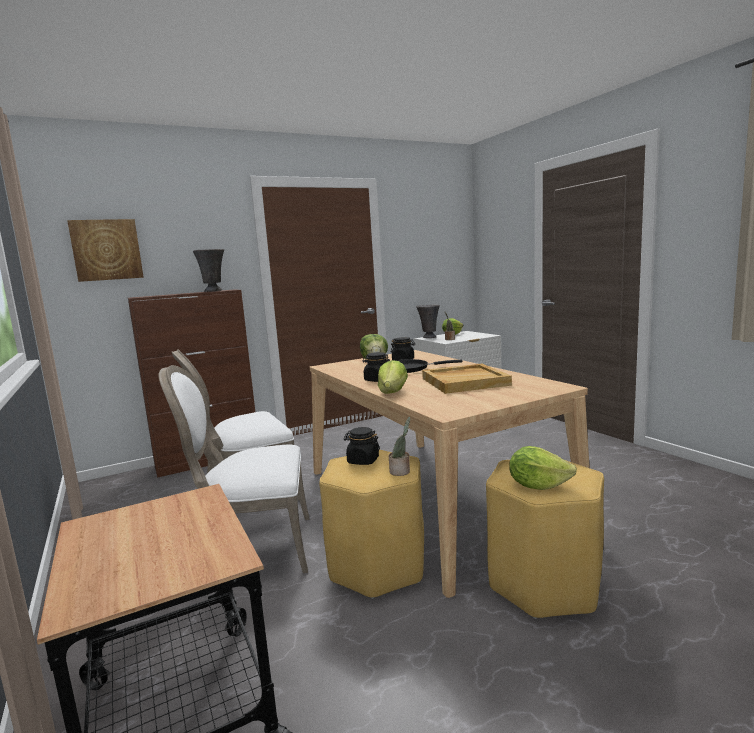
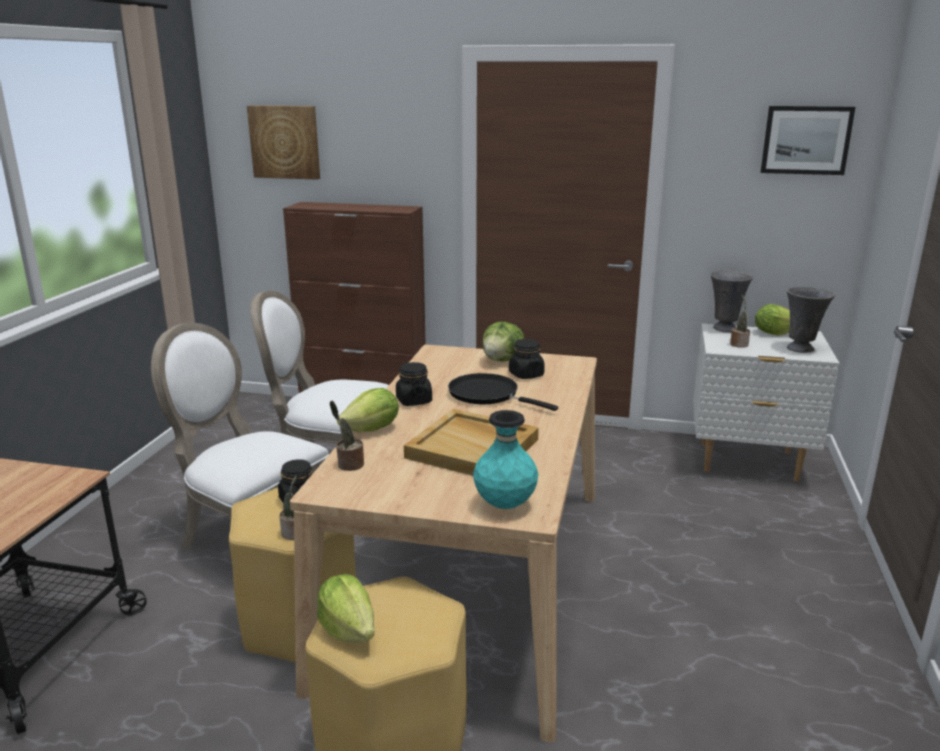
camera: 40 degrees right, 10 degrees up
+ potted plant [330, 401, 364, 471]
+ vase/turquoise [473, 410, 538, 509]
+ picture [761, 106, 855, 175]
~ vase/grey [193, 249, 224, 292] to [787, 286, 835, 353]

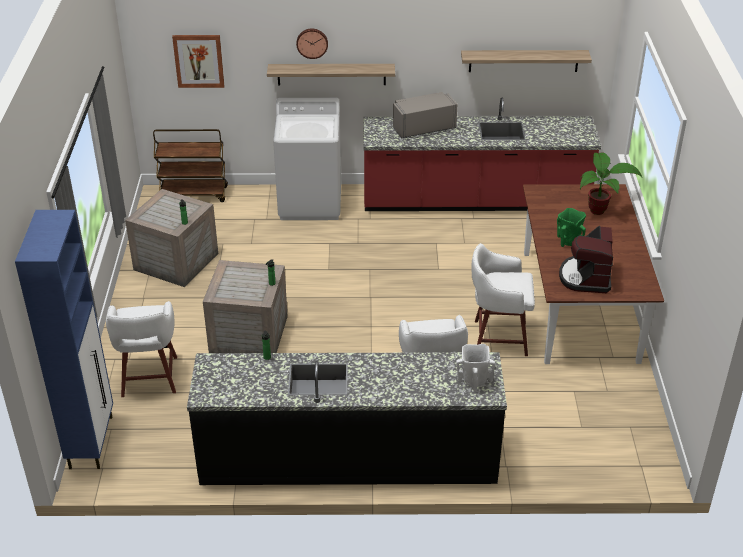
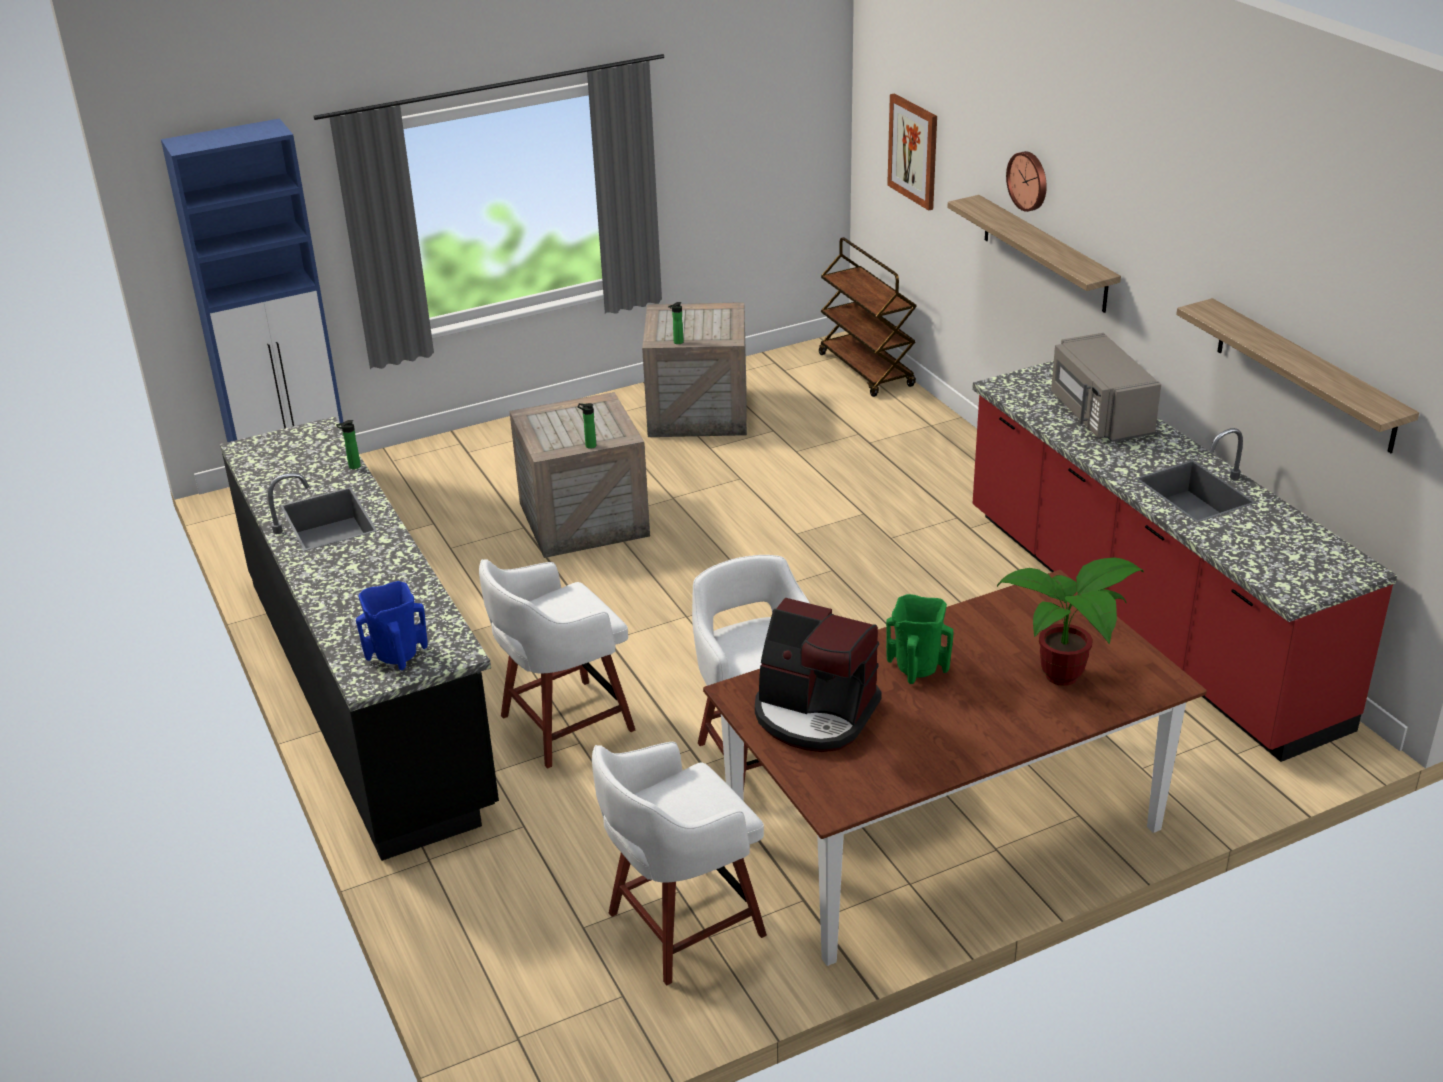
camera: 65 degrees right, 5 degrees down
~ vase/white-coloured [456, 344, 495, 391] to vase/bluish [356, 581, 428, 670]
~ stool seat/white-coloured [106, 301, 177, 397] to [592, 742, 767, 985]
~ coffee brewer [559, 226, 613, 293] = [755, 598, 882, 752] 135 degrees counterclockwise
~ microwave/grey [393, 92, 458, 138] = [1051, 333, 1161, 442] 150 degrees counterclockwise
- laundry machine/white-coloured [273, 98, 341, 220]

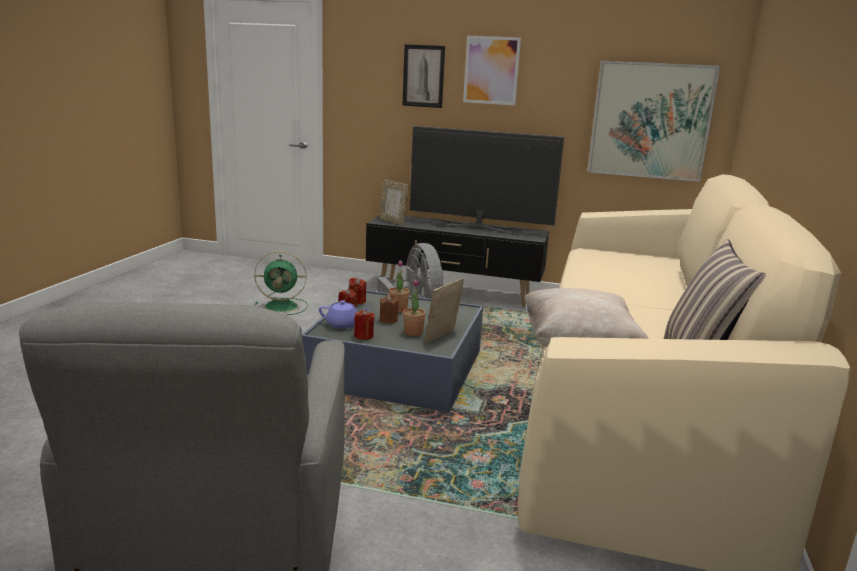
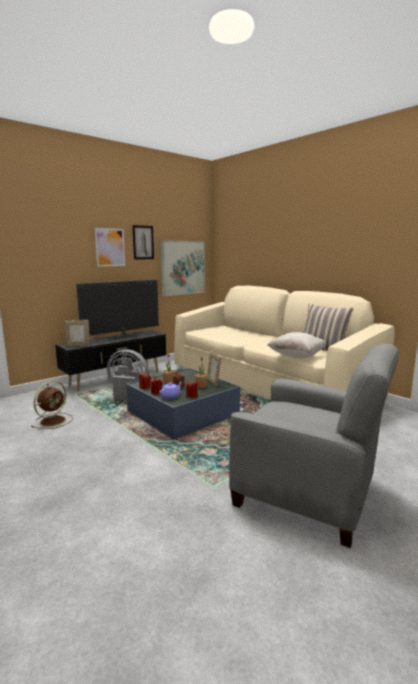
camera: 55 degrees left, 5 degrees down
~ cooling fan/greenish [254, 251, 307, 315] to cooling fan/brown-coloured [32, 381, 73, 429]
~ picture [402, 44, 445, 108] to [132, 225, 154, 260]

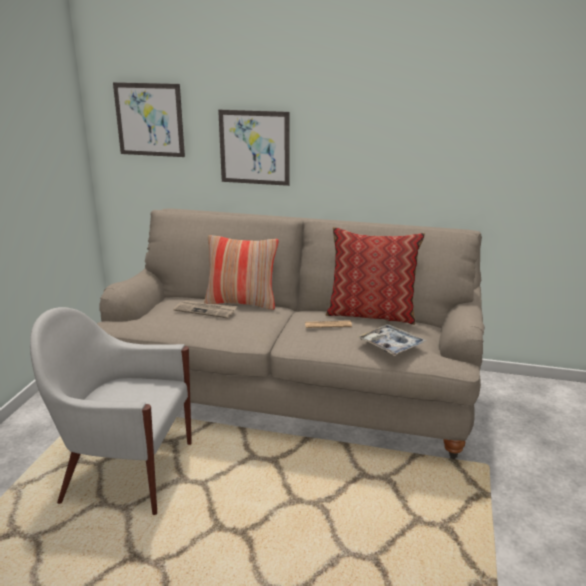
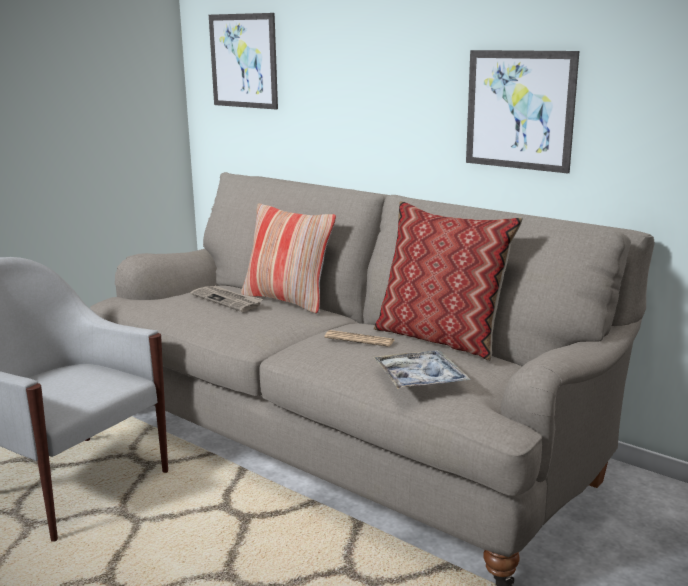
camera: 25 degrees right, 5 degrees down
~ picture [218, 110, 290, 186] to [466, 50, 579, 173]

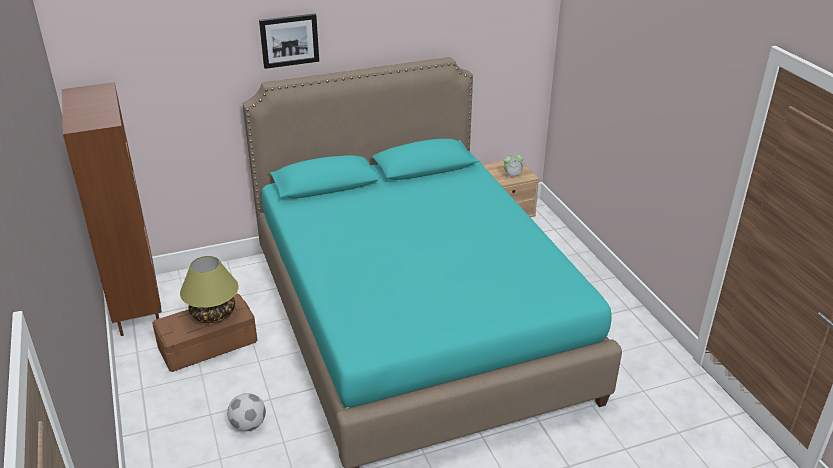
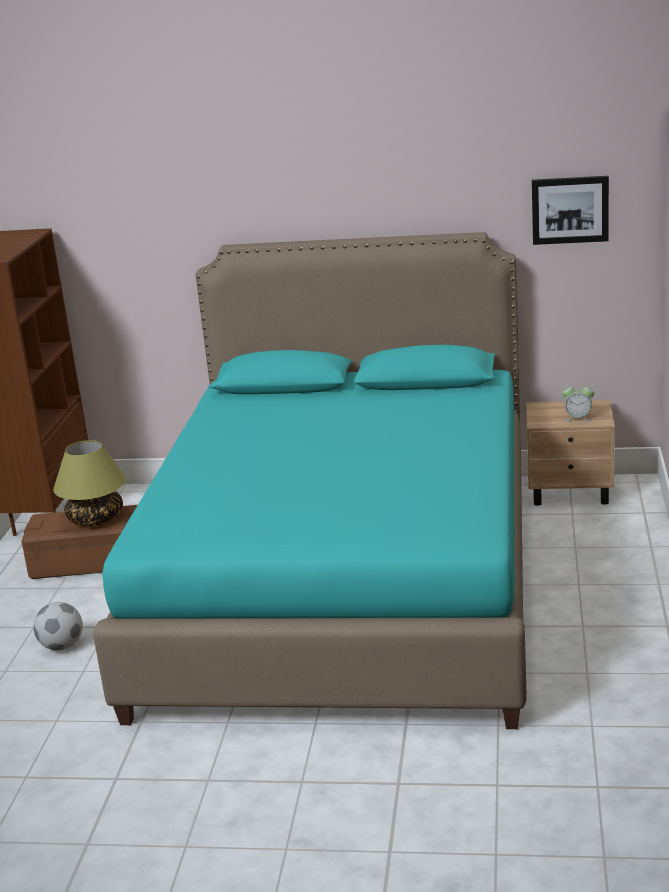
camera: 30 degrees right, 10 degrees down
~ picture [259, 13, 319, 69] to [532, 176, 609, 245]

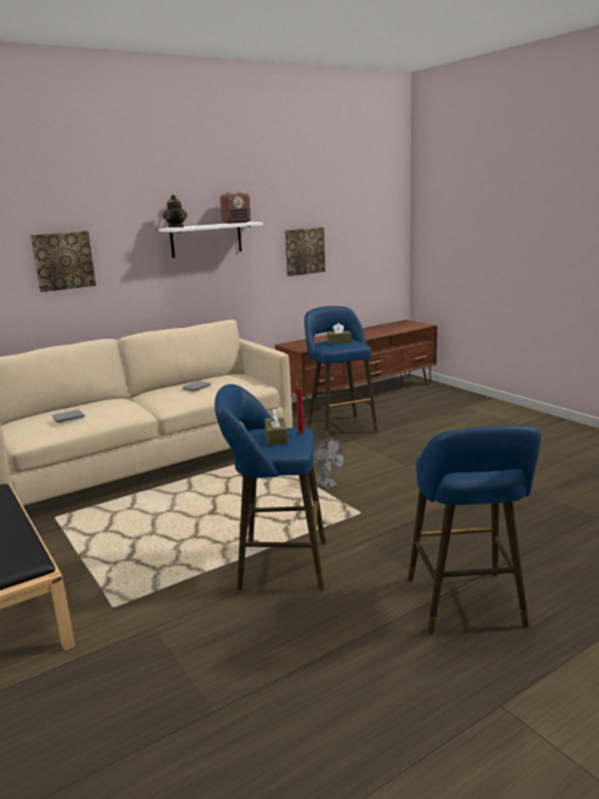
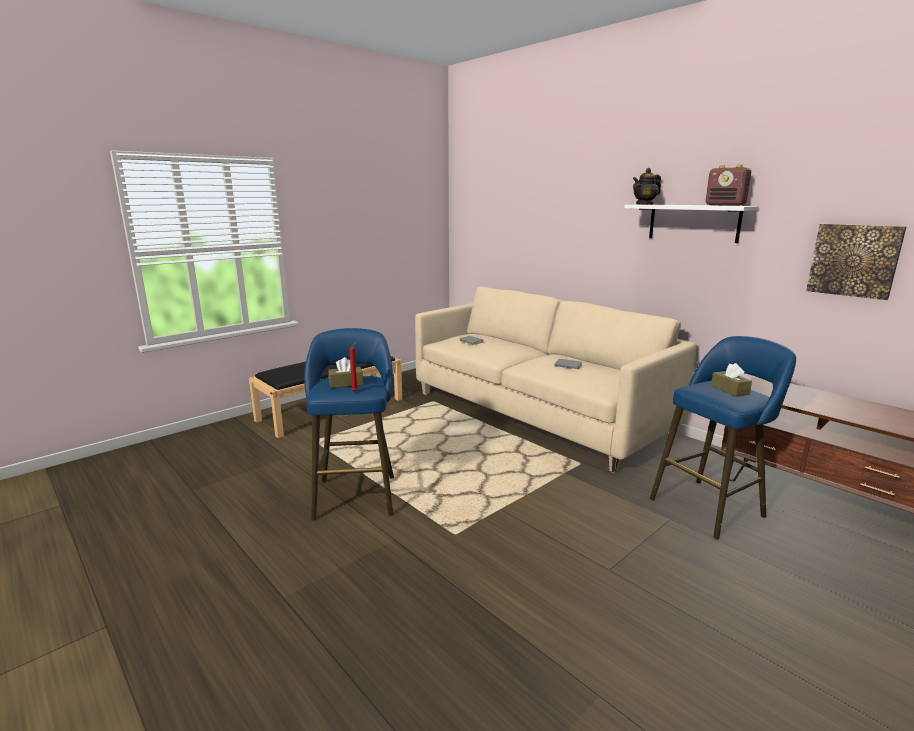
camera: 80 degrees right, 0 degrees up
- picture [30, 231, 96, 292]
- cooling fan/grey [314, 438, 345, 489]
- stool seat/bluish [408, 426, 541, 635]

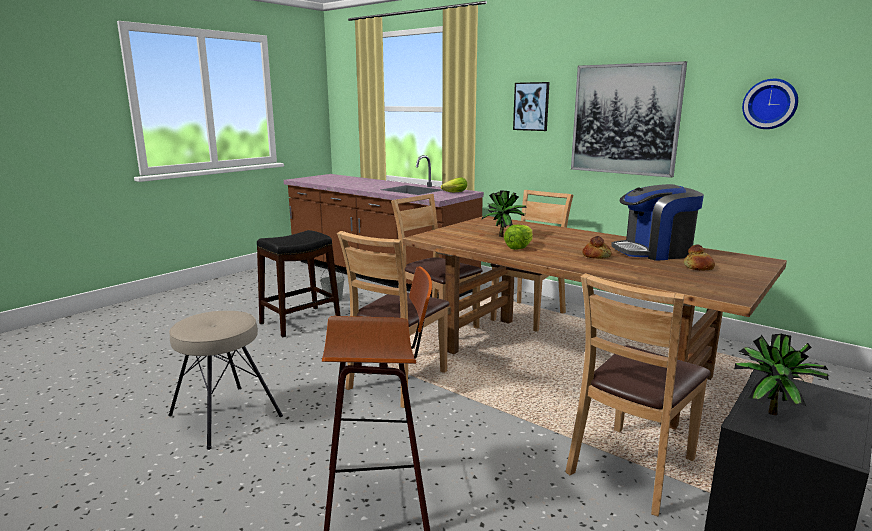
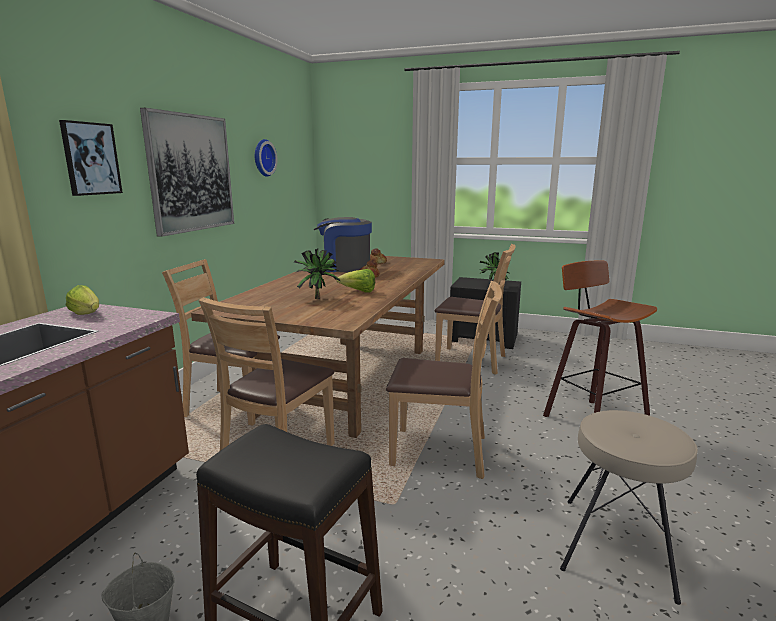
camera: 110 degrees left, 0 degrees up
~ coffee brewer [611, 184, 704, 261] = [314, 217, 372, 272] 135 degrees clockwise

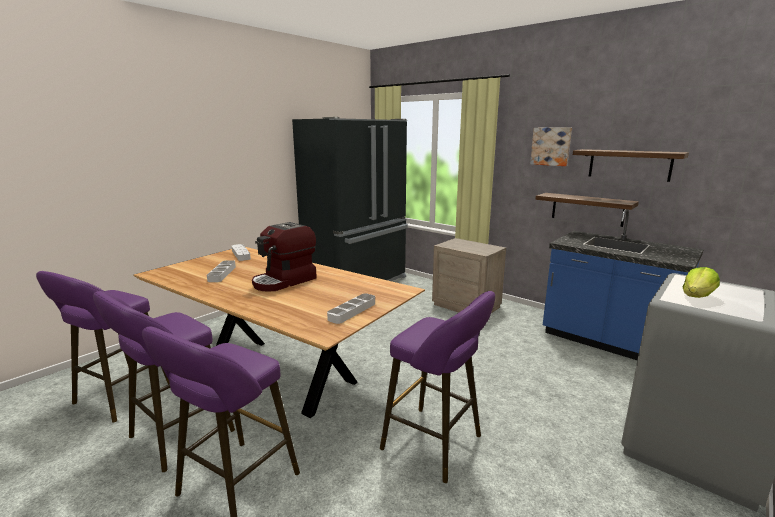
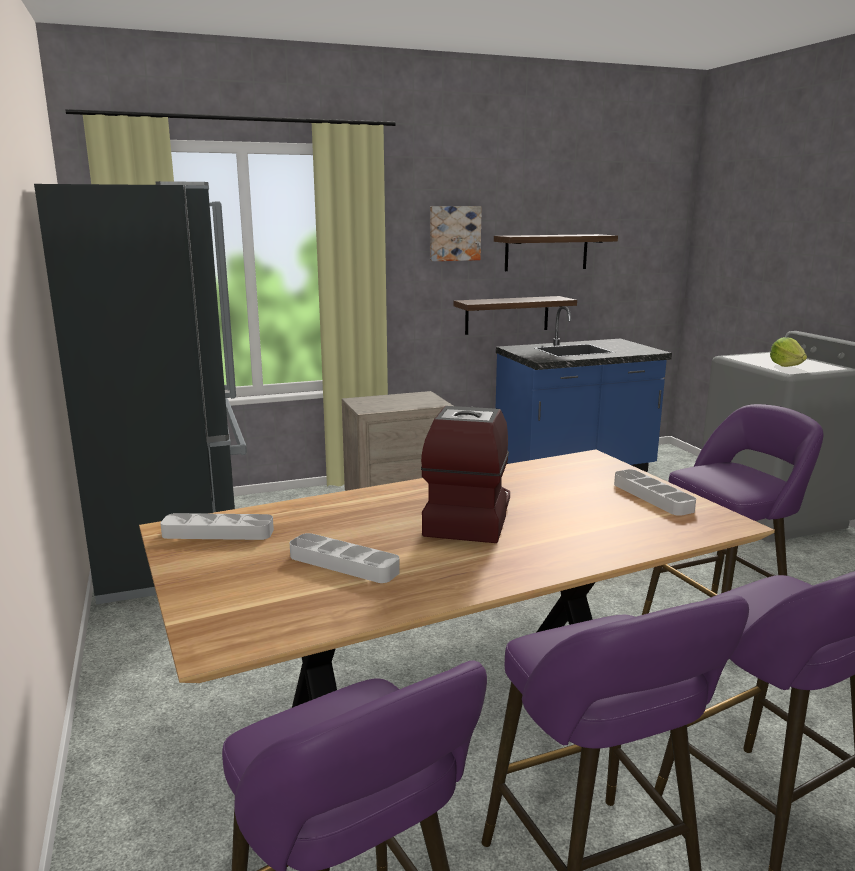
camera: 60 degrees left, 0 degrees up
~ coffee brewer [252, 222, 317, 291] = [421, 406, 510, 543] 150 degrees counterclockwise

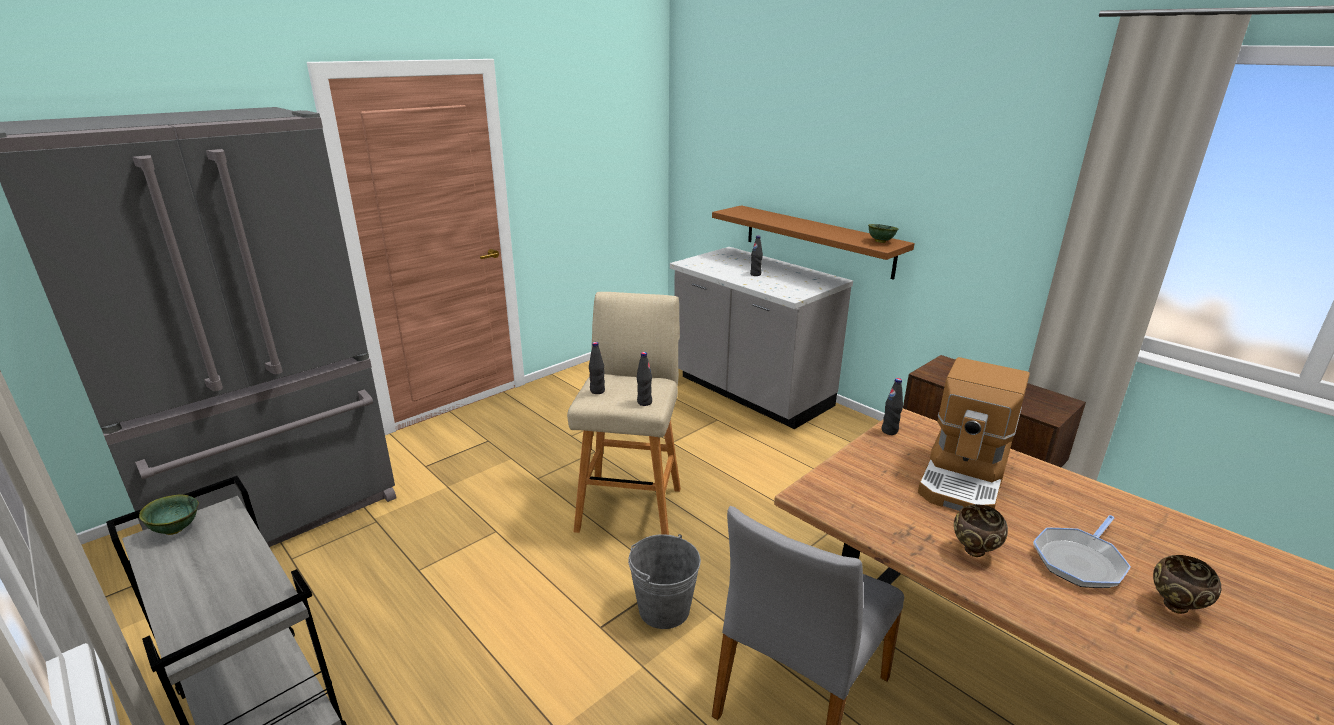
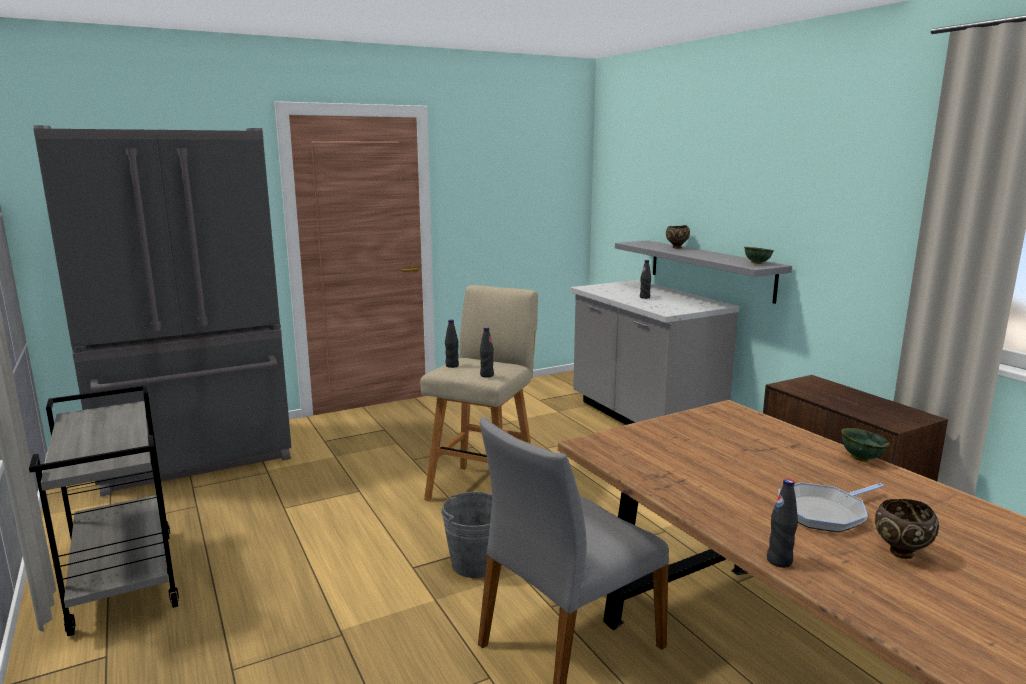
camera: 15 degrees right, 10 degrees down
~ bracket shelf/brown-coloured [712, 205, 915, 280] to bracket shelf/grey [615, 240, 792, 304]
~ deep dish/brown-coloured [954, 504, 1008, 557] to [666, 225, 690, 248]
~ beverage bottle/black-coloured [882, 378, 903, 435] to [767, 479, 798, 568]
~ deep dish/greenish [139, 495, 199, 535] to [841, 428, 890, 462]
- coffee brewer [918, 357, 1030, 511]

